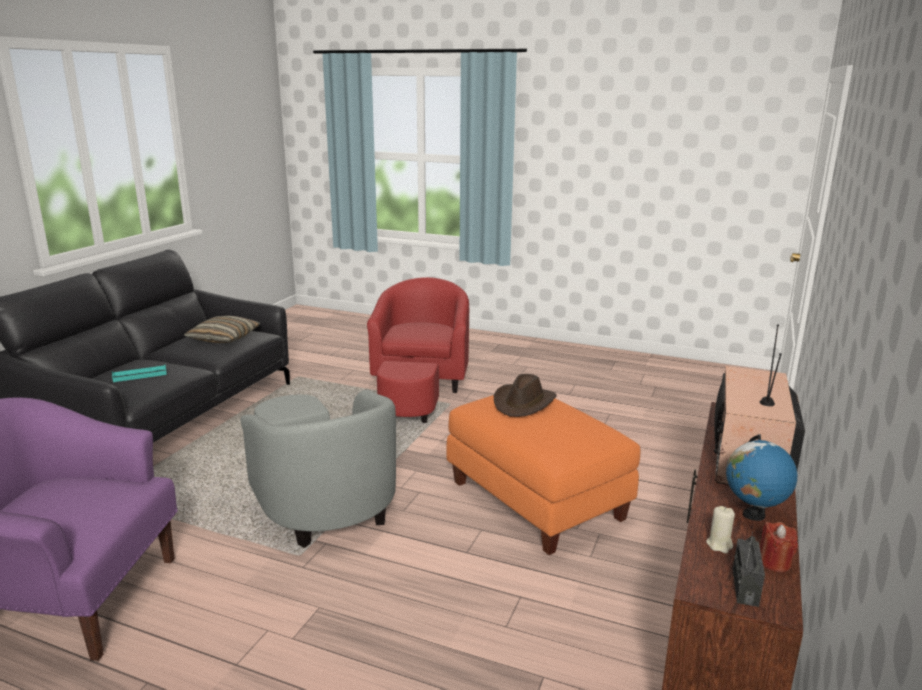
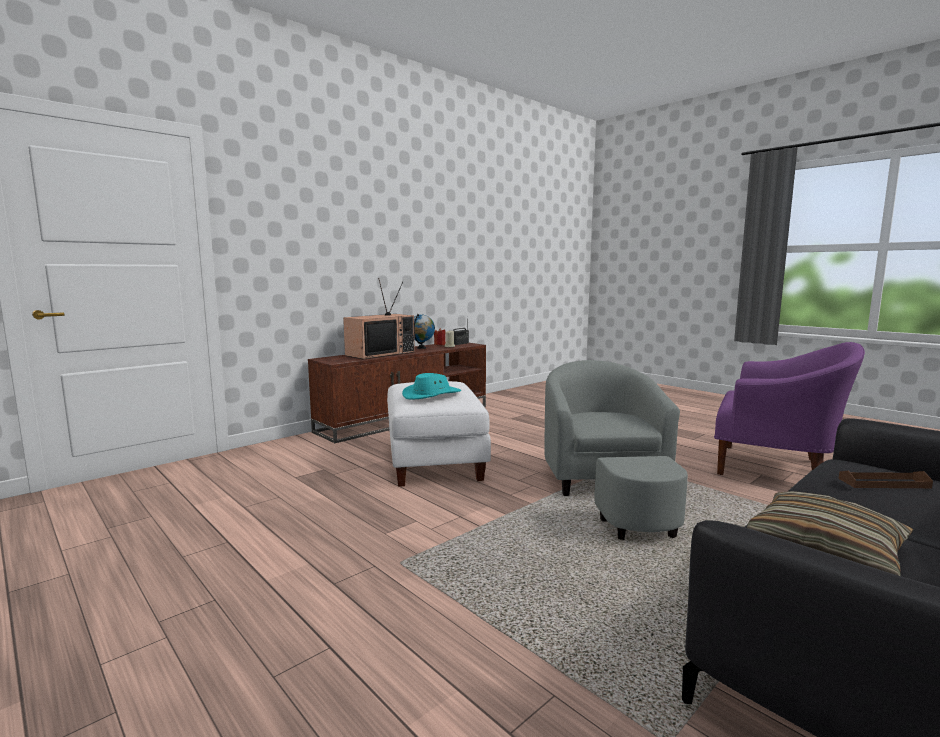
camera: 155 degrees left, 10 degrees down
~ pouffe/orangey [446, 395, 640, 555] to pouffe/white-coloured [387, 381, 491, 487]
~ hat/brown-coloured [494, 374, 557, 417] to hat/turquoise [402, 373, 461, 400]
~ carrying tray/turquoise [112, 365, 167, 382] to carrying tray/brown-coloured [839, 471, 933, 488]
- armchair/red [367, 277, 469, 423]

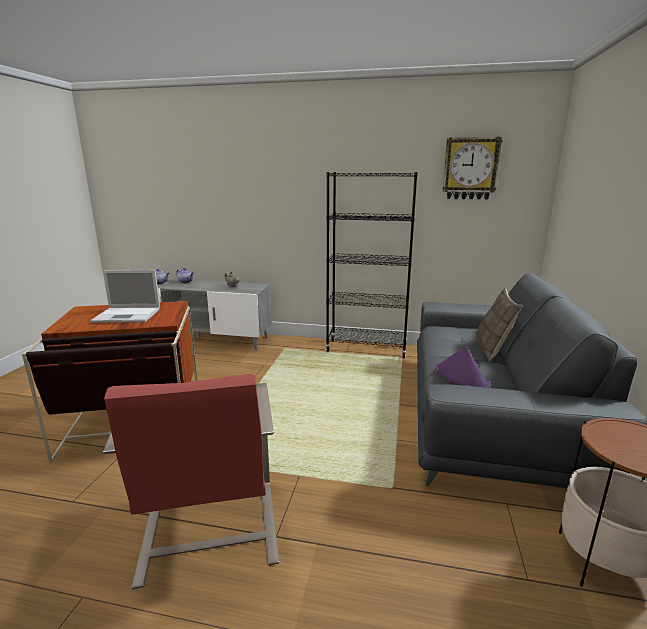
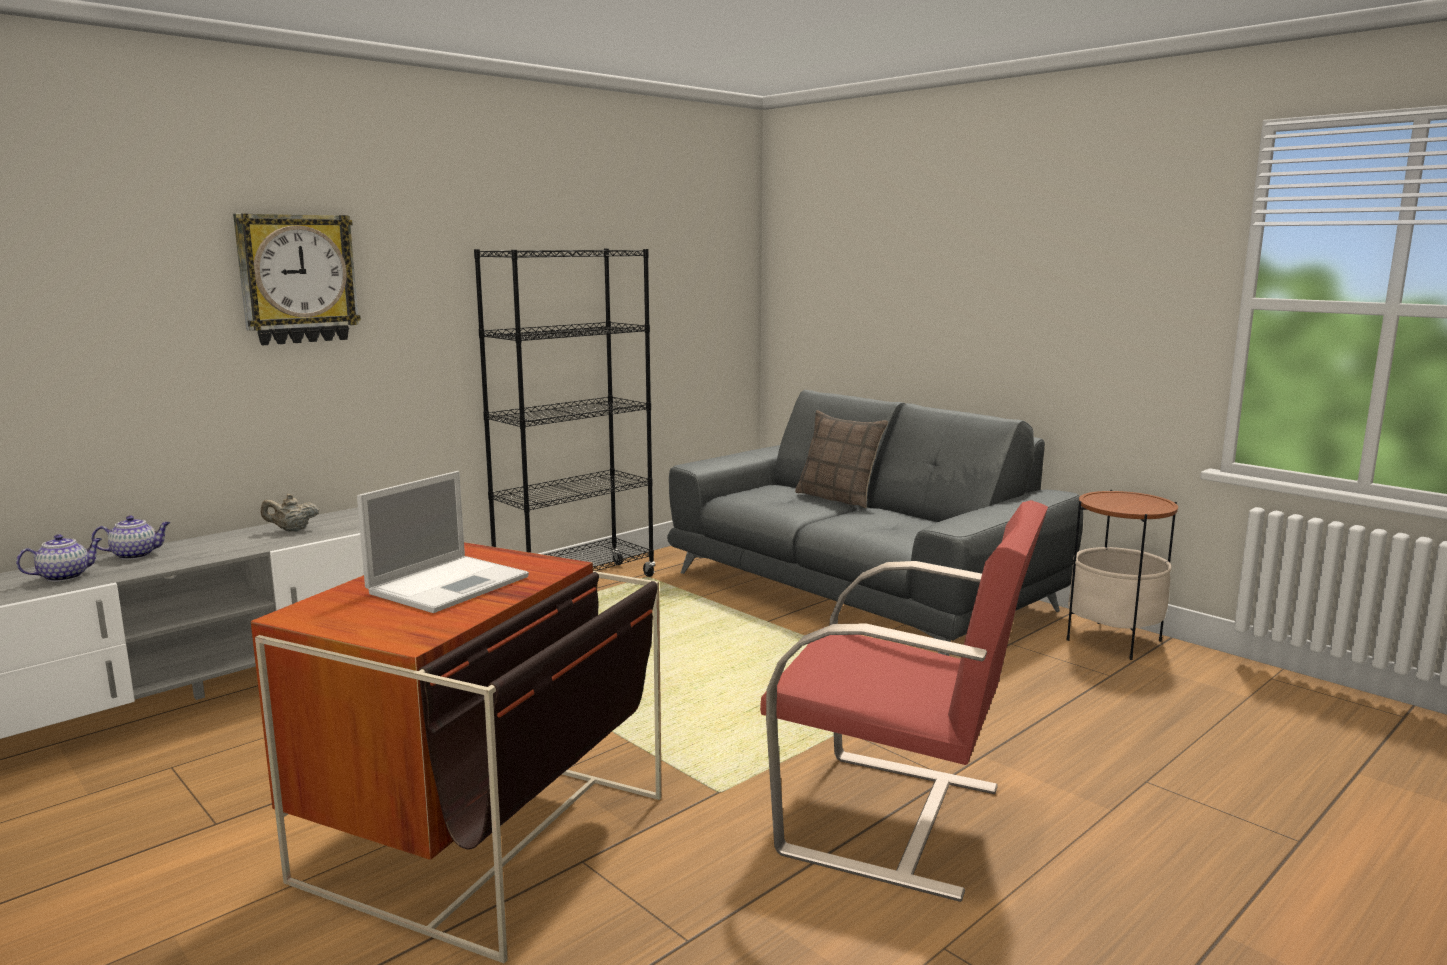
camera: 55 degrees left, 5 degrees down
~ wall clock [442, 137, 503, 200] to [233, 213, 361, 345]
- hat/purplish [435, 346, 490, 388]

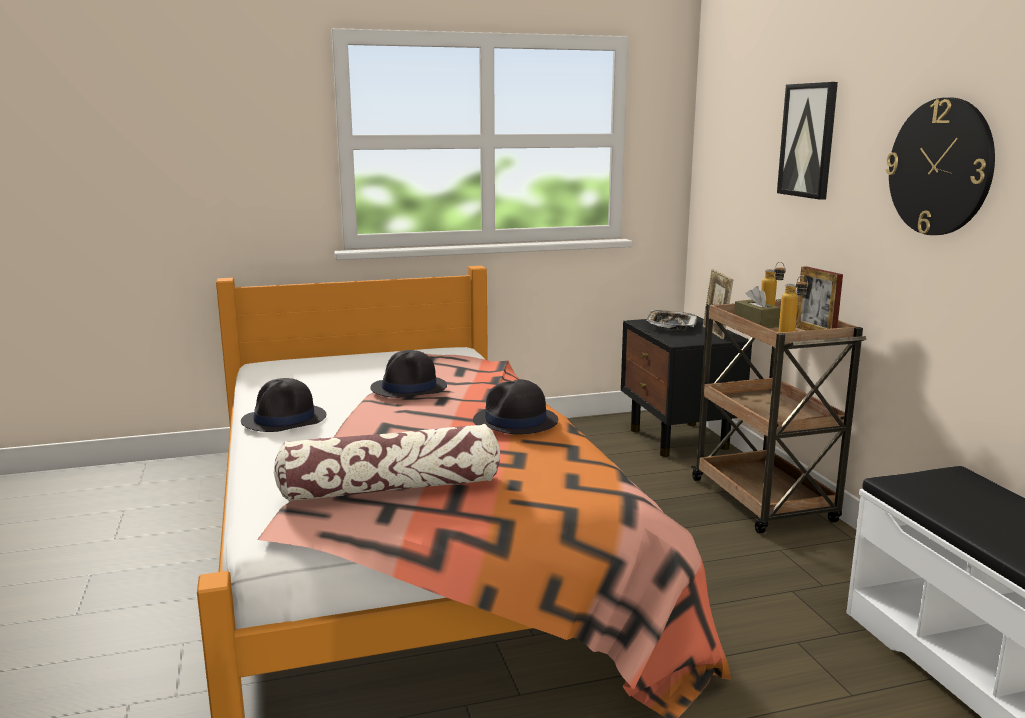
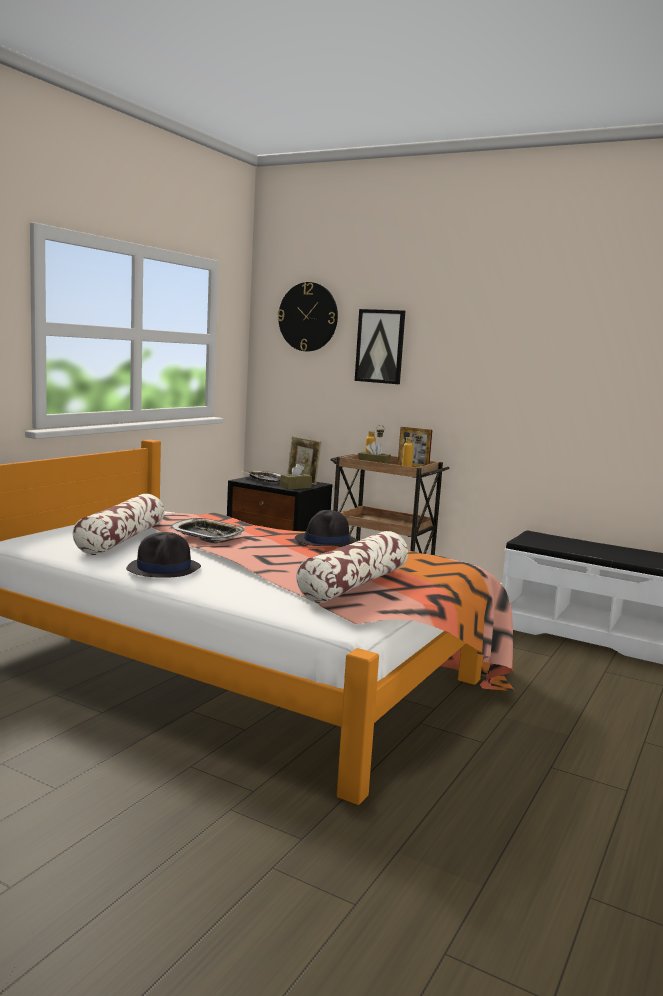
camera: 45 degrees left, 5 degrees down
+ cushion [73, 494, 164, 555]
~ hat/black-coloured [370, 350, 447, 398] to carrying tray [170, 518, 245, 541]
~ wall clock [886, 97, 995, 235] to [278, 282, 338, 351]
+ box of tissues/brown-coloured [280, 464, 312, 490]

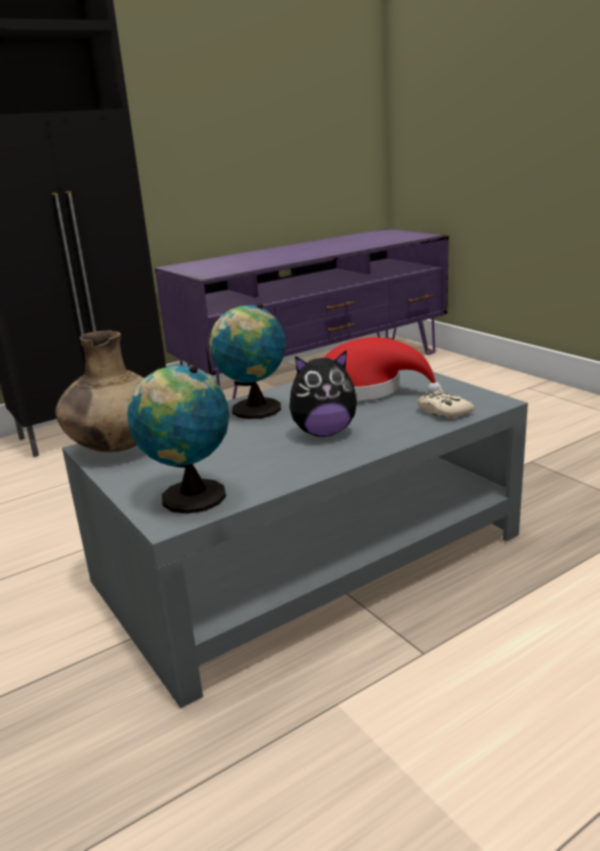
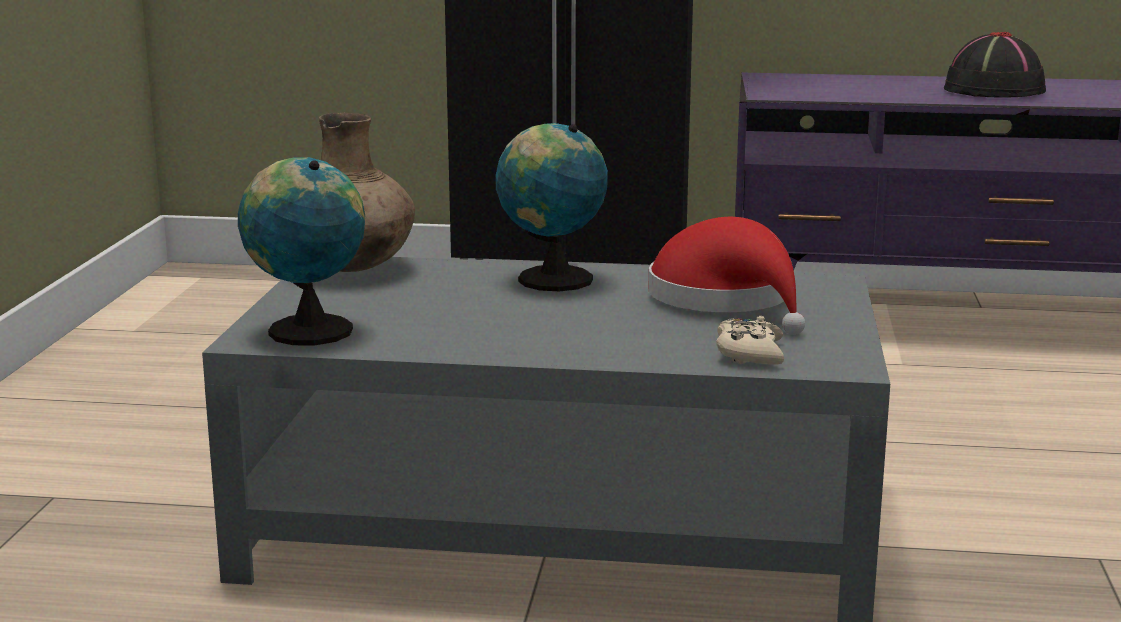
camera: 40 degrees right, 5 degrees down
+ hat/black-coloured [944, 32, 1046, 98]
- plush toy [289, 351, 357, 437]

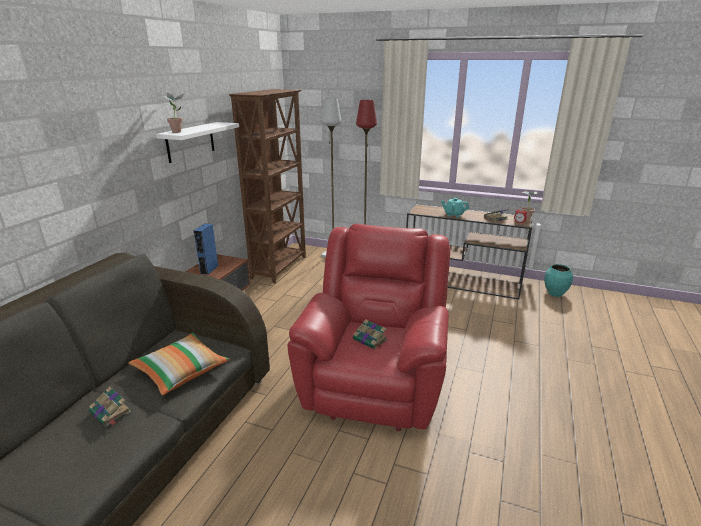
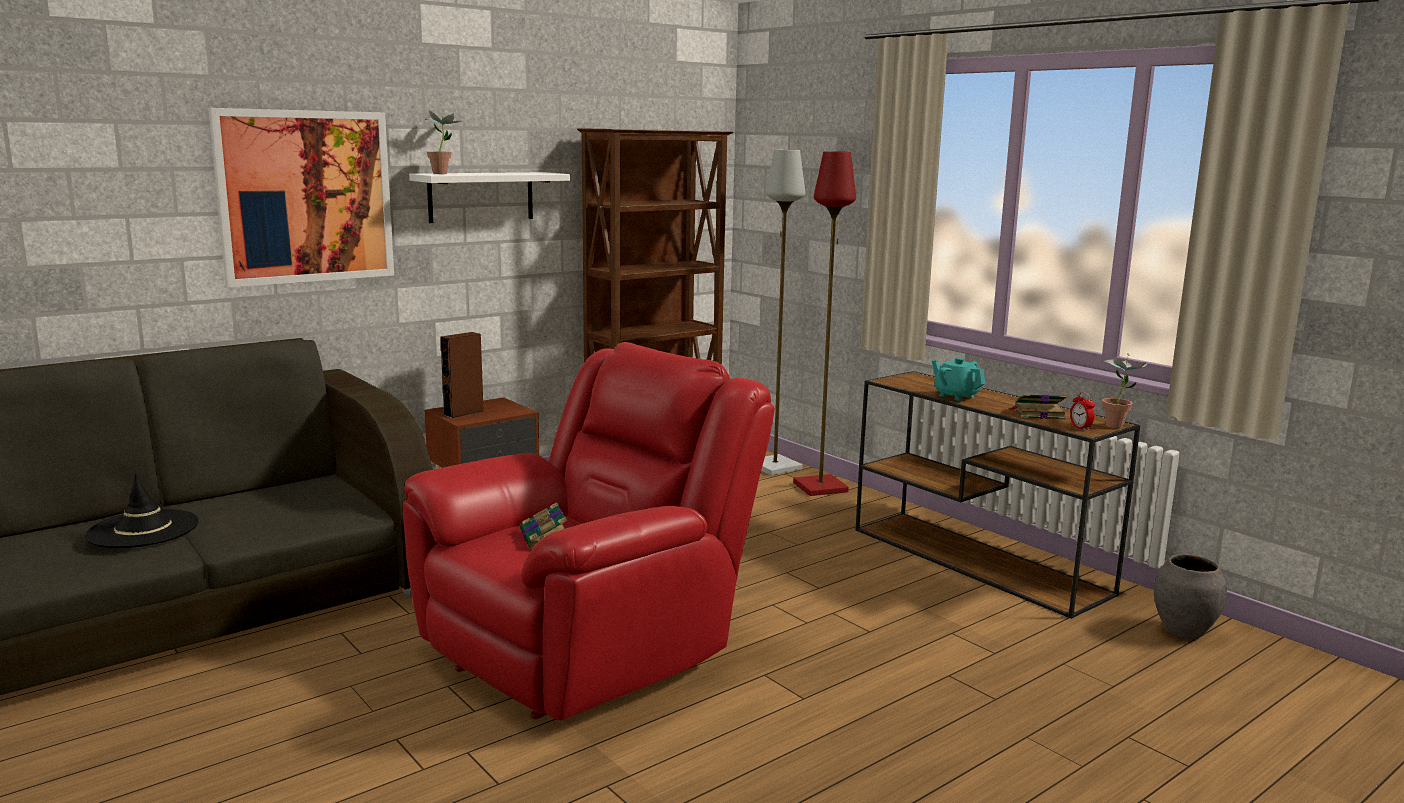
camera: 30 degrees right, 10 degrees down
~ bound book [89, 386, 131, 426] to hat/black-coloured [85, 473, 199, 548]
+ picture [208, 108, 394, 287]
~ loudspeaker/bluish [194, 223, 218, 275] to loudspeaker/brown-coloured [440, 332, 484, 418]
~ vase/turquoise [544, 264, 573, 297] to vase/grey [1154, 554, 1227, 639]
- cushion [128, 333, 229, 395]

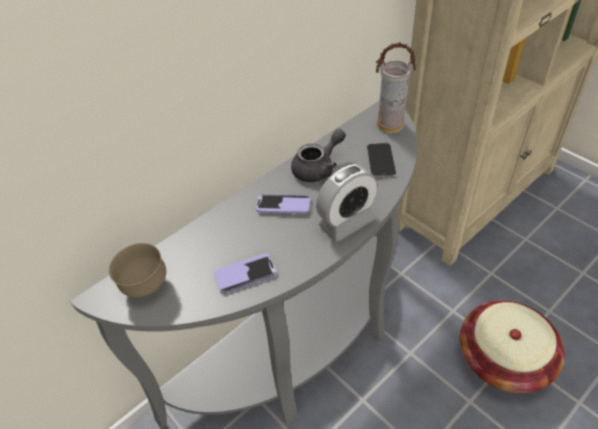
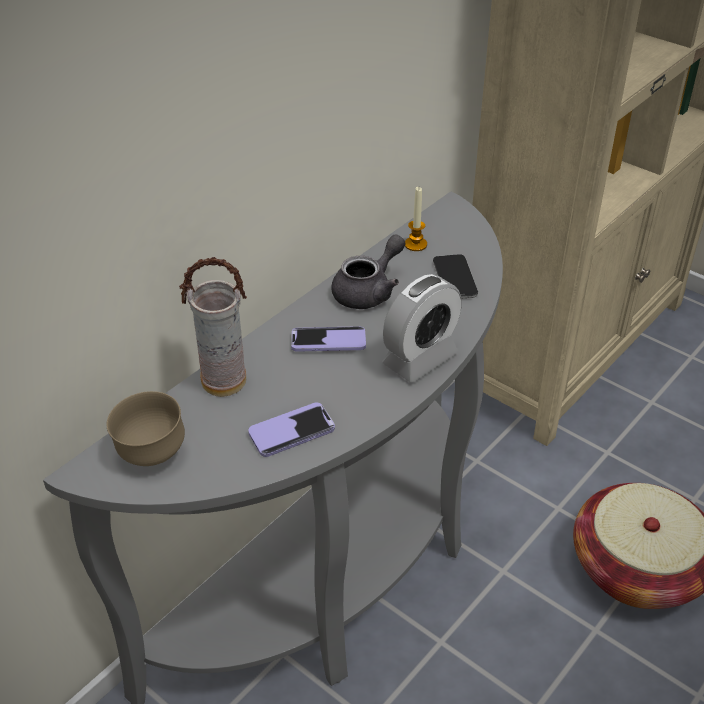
camera: 10 degrees left, 5 degrees down
~ vase [376, 42, 416, 133] to [179, 257, 247, 397]
+ wax light [405, 187, 427, 251]

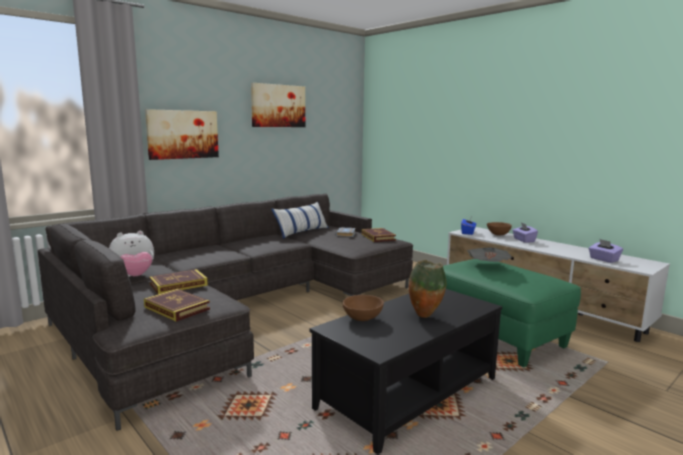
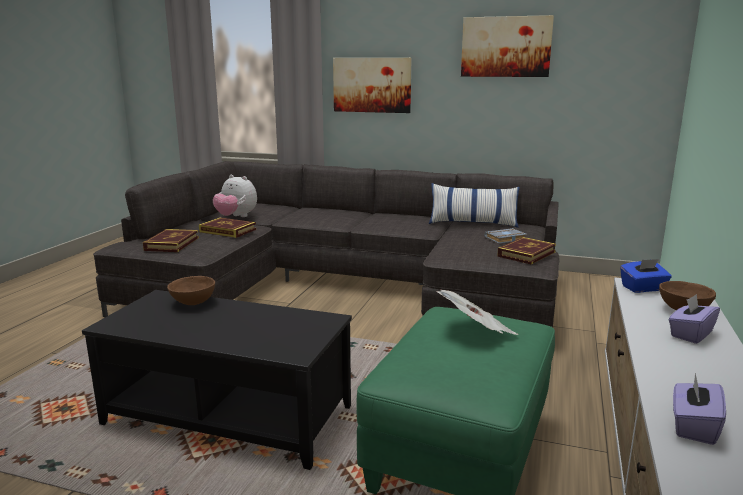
camera: 60 degrees right, 5 degrees up
- vase [409, 260, 446, 318]

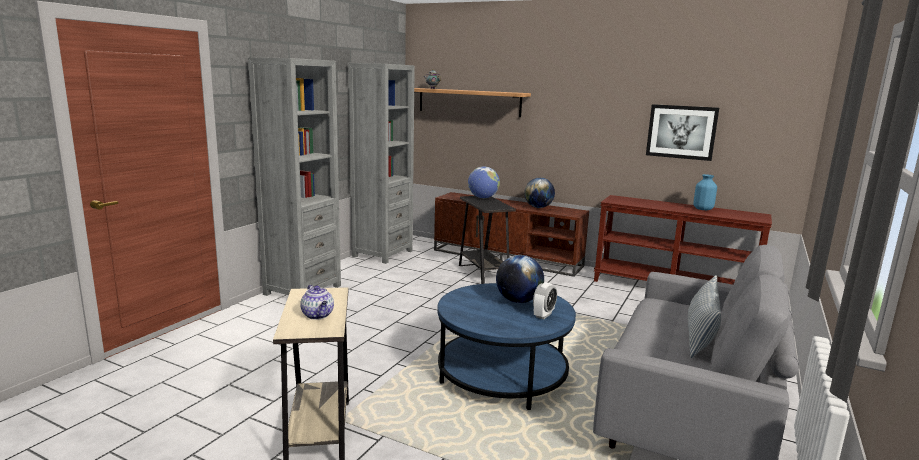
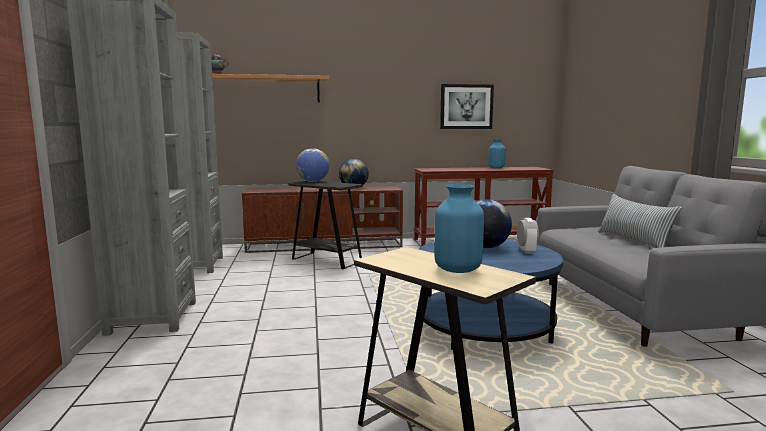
camera: 35 degrees left, 5 degrees down
~ pot for tea [300, 285, 334, 320] to vase/bluish [435, 184, 484, 273]

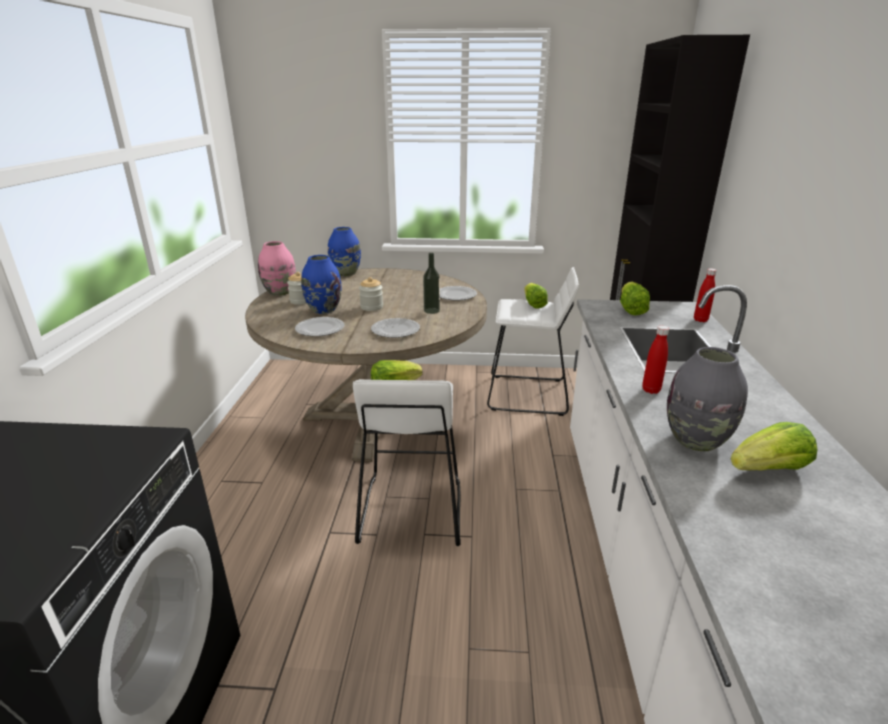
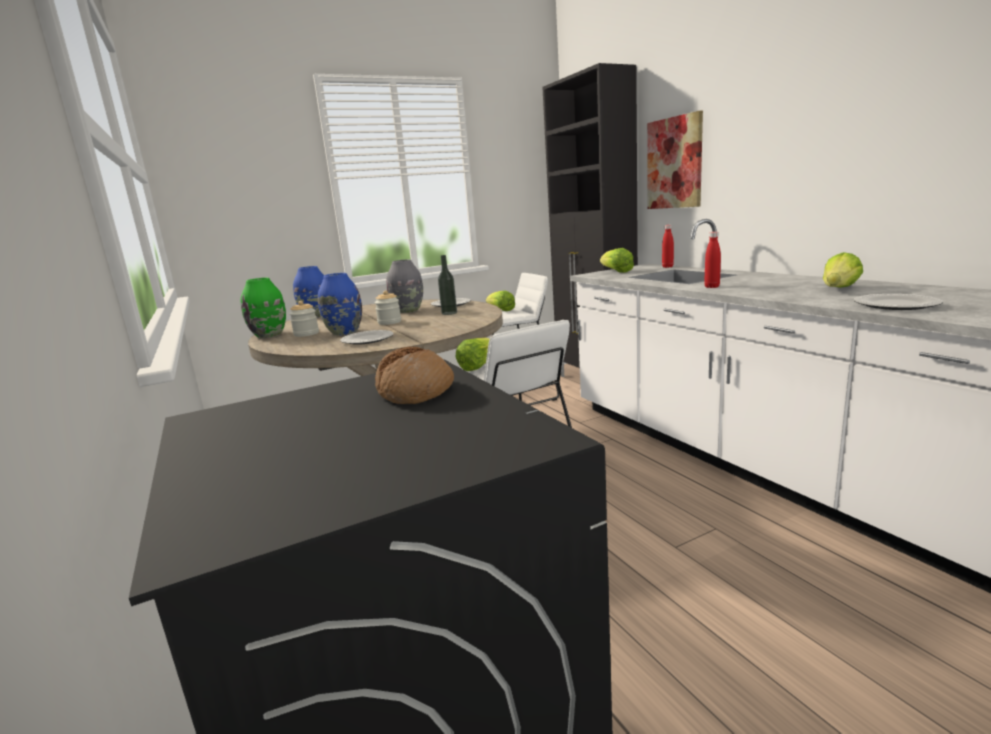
camera: 30 degrees left, 10 degrees down
~ vase/pink-coloured [258, 241, 296, 296] to vase/greenish [241, 278, 286, 338]
+ baked bread [375, 347, 454, 404]
~ vase/grey [667, 347, 748, 451] to [386, 259, 423, 313]
+ picture [647, 111, 703, 209]
~ dinner plate [371, 318, 420, 338] to [854, 294, 943, 310]

